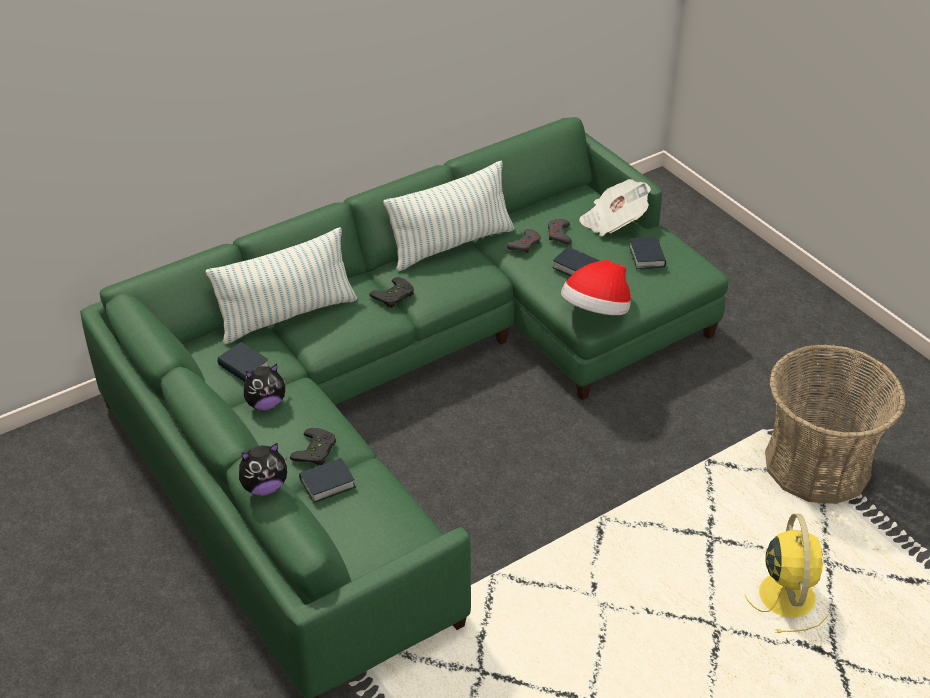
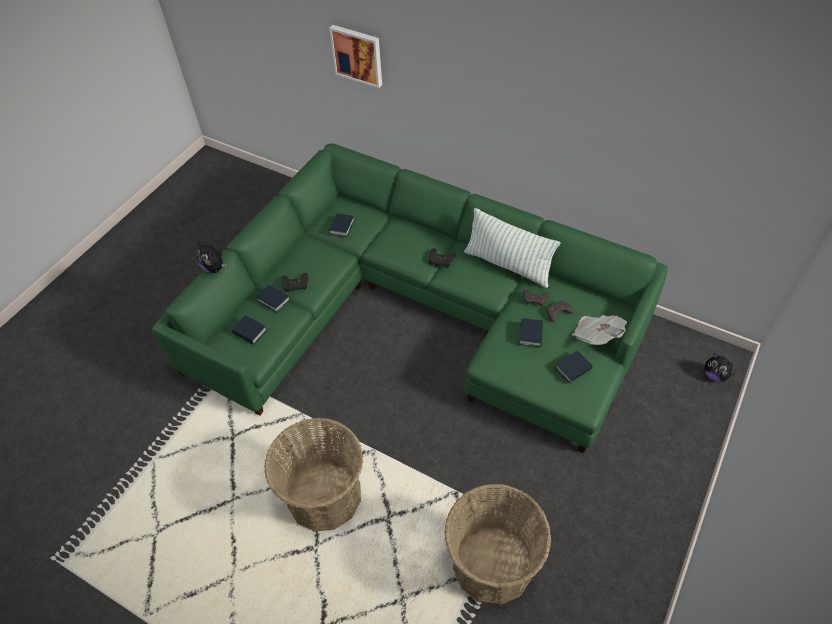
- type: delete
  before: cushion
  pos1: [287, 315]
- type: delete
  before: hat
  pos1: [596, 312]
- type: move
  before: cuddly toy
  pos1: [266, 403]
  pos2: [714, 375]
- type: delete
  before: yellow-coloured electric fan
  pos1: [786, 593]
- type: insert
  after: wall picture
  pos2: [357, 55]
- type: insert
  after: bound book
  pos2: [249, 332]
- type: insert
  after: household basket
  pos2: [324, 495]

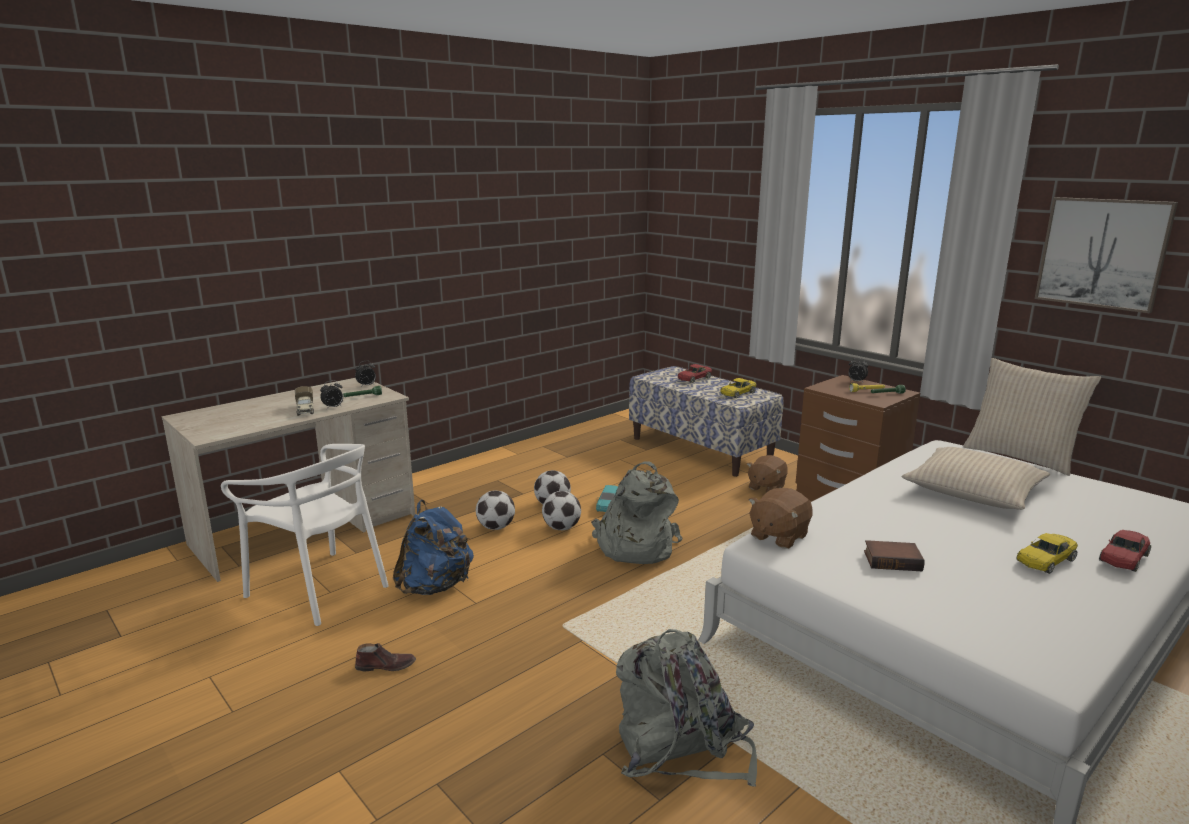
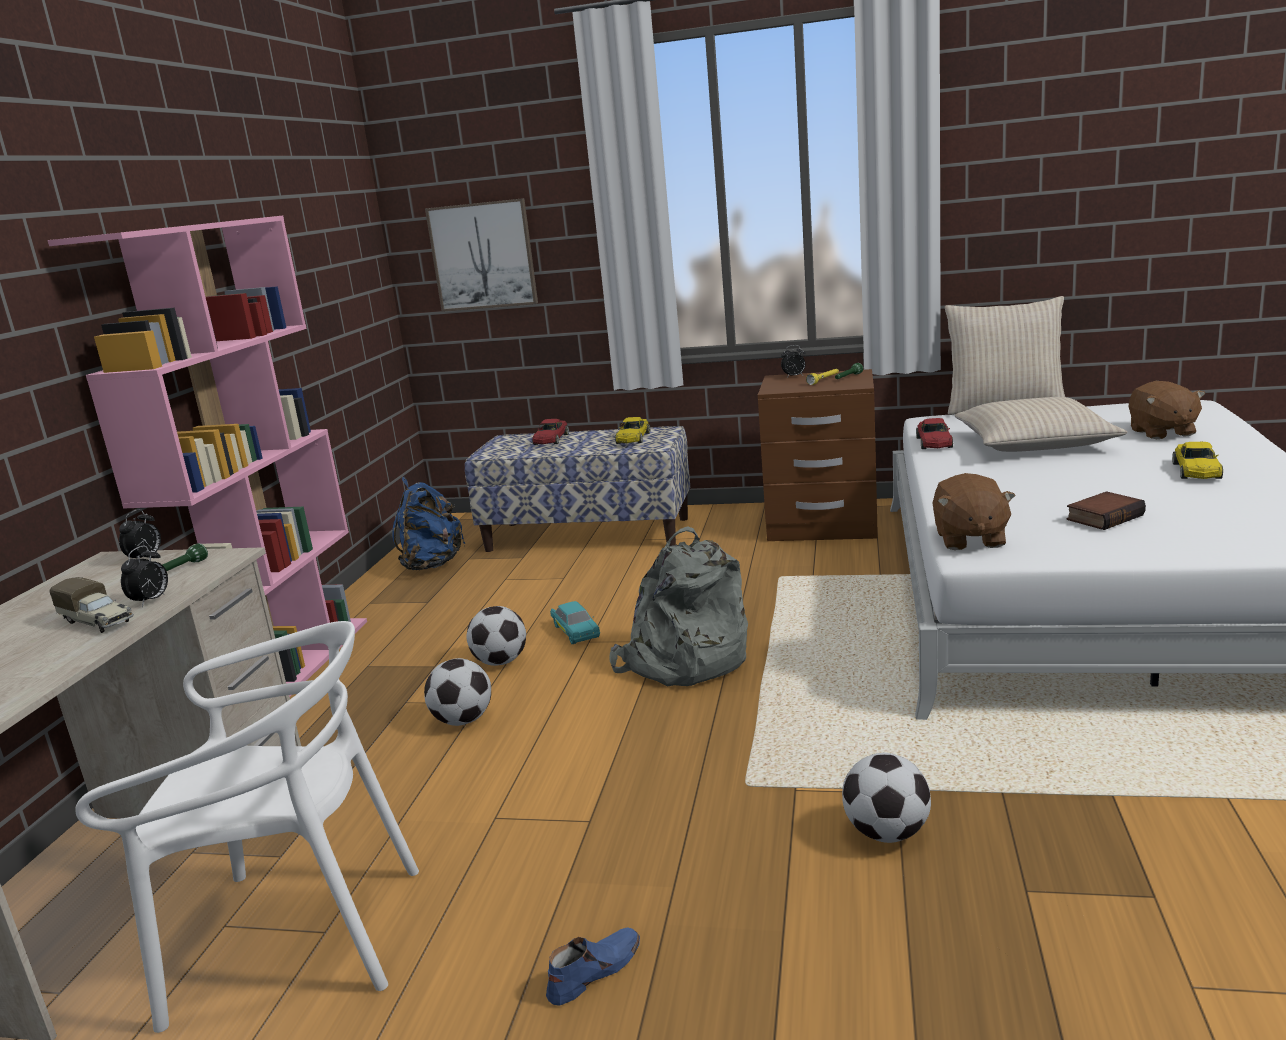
- type: move
  before: wall picture
  pos1: [1102, 253]
  pos2: [483, 255]
- type: move
  before: brown-coloured cuddly toy
  pos1: [766, 487]
  pos2: [1161, 432]
- type: move
  before: football ball
  pos1: [561, 528]
  pos2: [886, 833]
- type: move
  before: blue-coloured rucksack
  pos1: [435, 586]
  pos2: [432, 565]
- type: move
  before: red-coloured model car
  pos1: [1123, 557]
  pos2: [934, 442]
- type: delete
  before: grey rucksack
  pos1: [681, 746]
- type: recolor
  before: brown-coloured shoe
  after: blue-coloured shoe
  pos1: [386, 666]
  pos2: [594, 972]
- type: insert
  after: pinkish bookcase
  pos2: [285, 671]

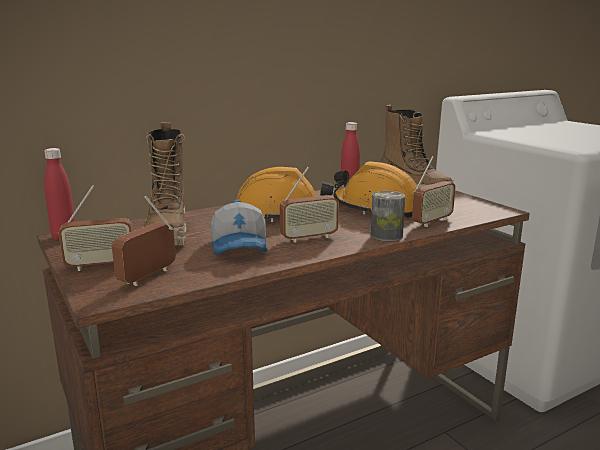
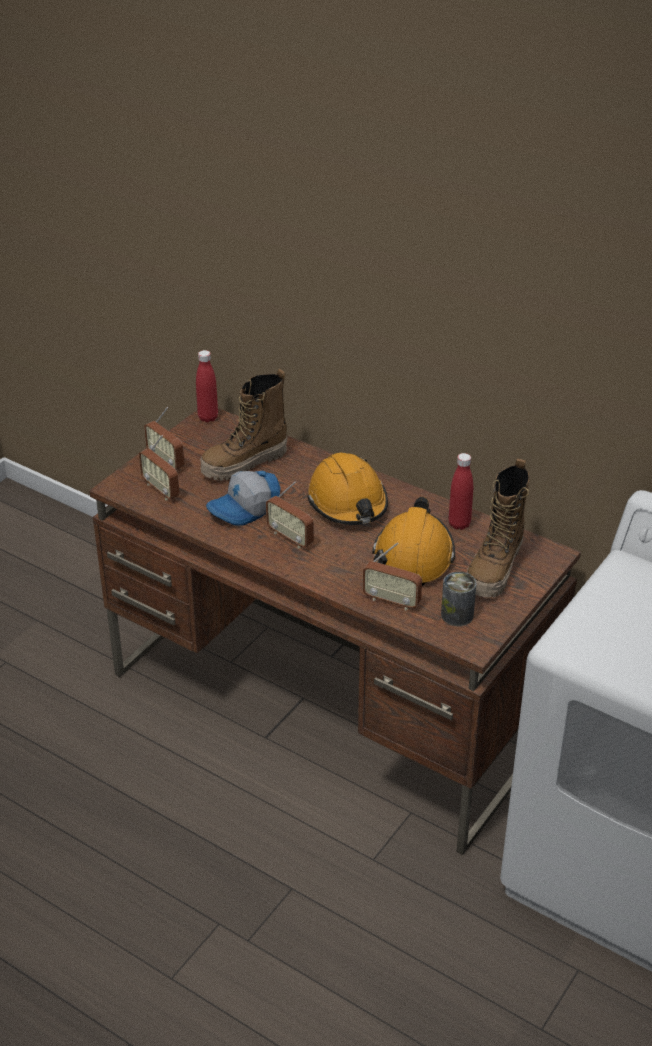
- type: move
  before: sealed can
  pos1: [386, 236]
  pos2: [457, 615]
- type: rotate
  before: radio
  pos1: [148, 276]
  pos2: [161, 490]
  turn: -135

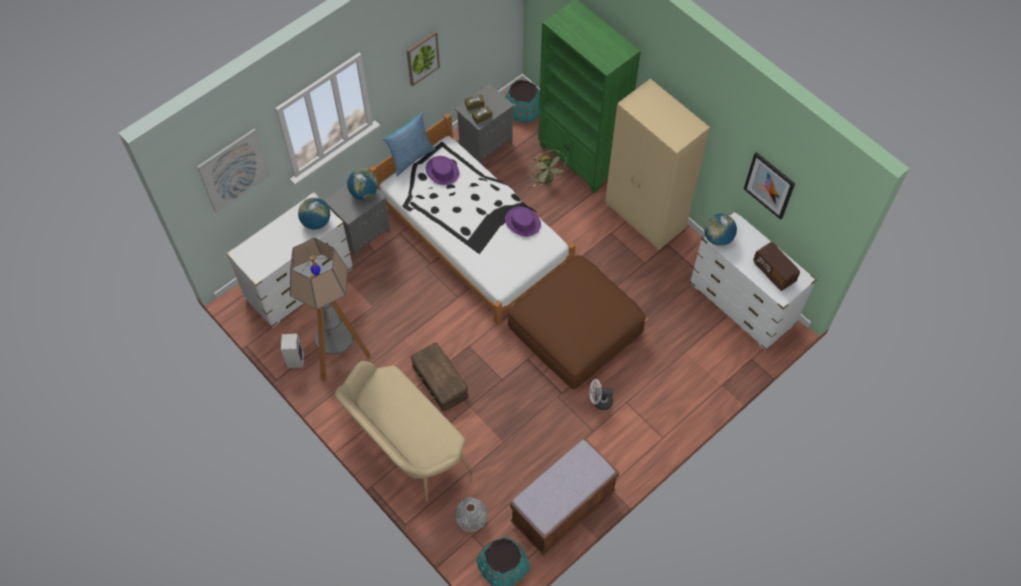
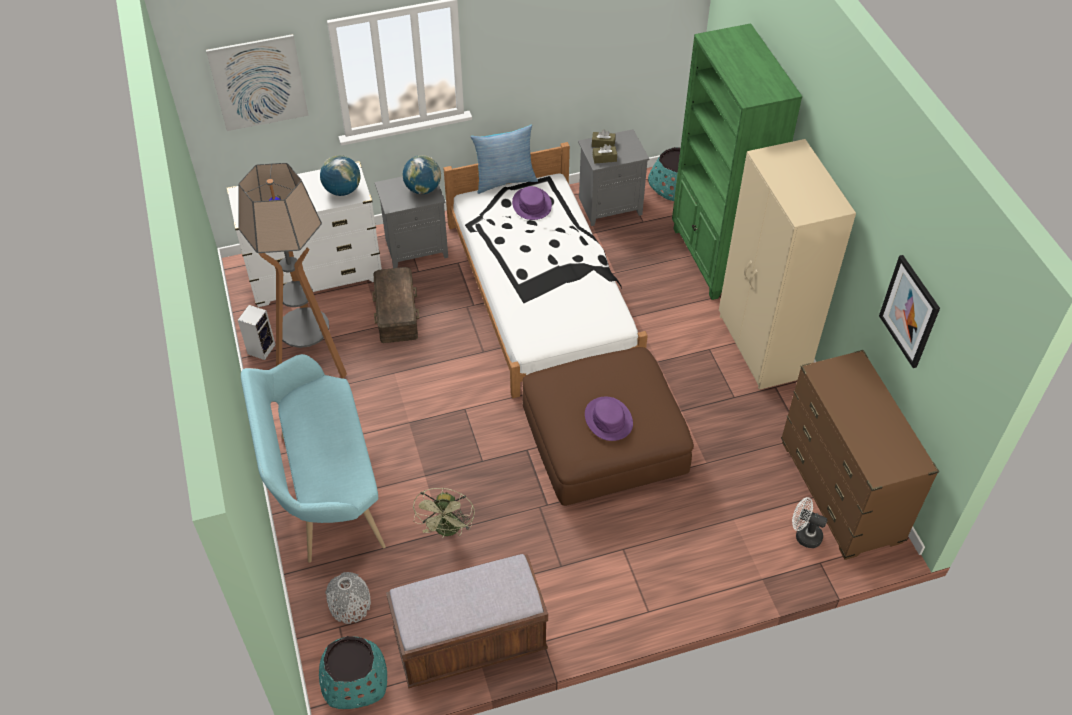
- type: delete
  before: wall picture
  pos1: [422, 58]
- type: move
  before: greenish electric fan
  pos1: [547, 180]
  pos2: [447, 530]
- type: move
  before: purple-coloured hat
  pos1: [523, 222]
  pos2: [608, 419]
- type: recolor
  before: whitish dresser
  after: brown-coloured dresser
  pos1: [742, 304]
  pos2: [840, 492]
- type: delete
  before: globe
  pos1: [718, 238]
- type: delete
  before: radio
  pos1: [774, 272]
- type: move
  before: brown-coloured storage bin
  pos1: [439, 381]
  pos2: [396, 312]
- type: recolor
  before: beige-coloured long seat
  after: turquoise-coloured long seat
  pos1: [405, 446]
  pos2: [323, 489]
- type: move
  before: whitish electric fan
  pos1: [599, 402]
  pos2: [804, 535]

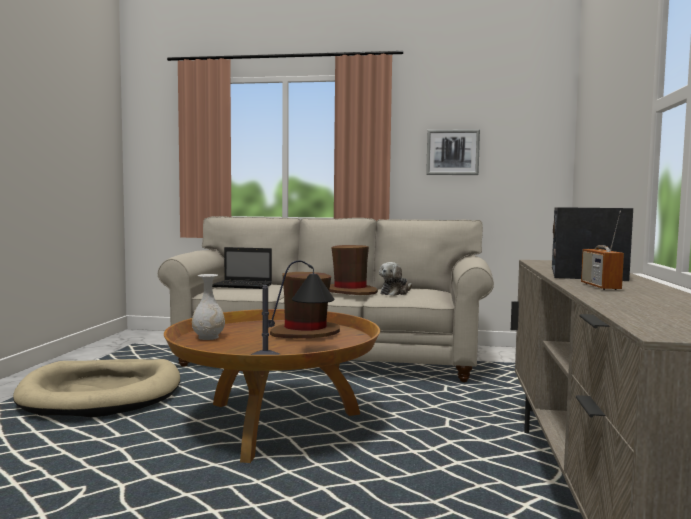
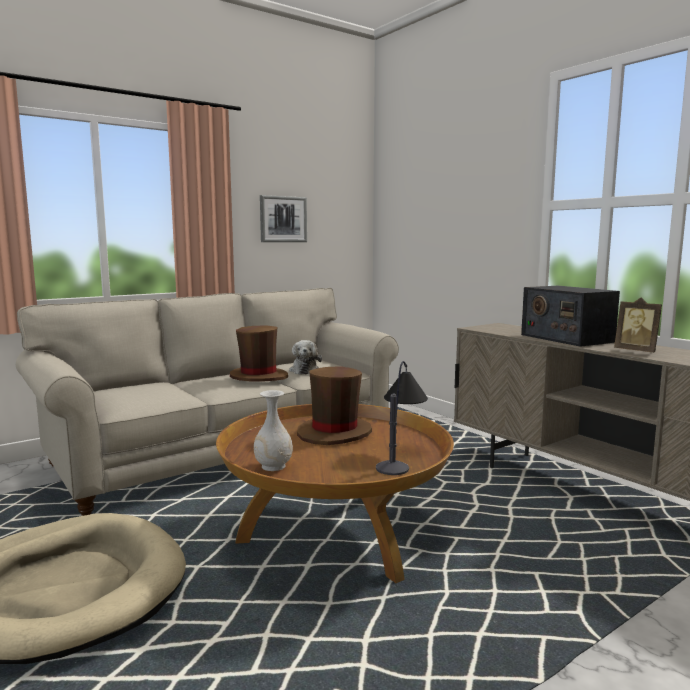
- type: replace
  before: radio
  after: photo frame
  pos1: [600, 286]
  pos2: [636, 351]
- type: delete
  before: notebook computer
  pos1: [243, 286]

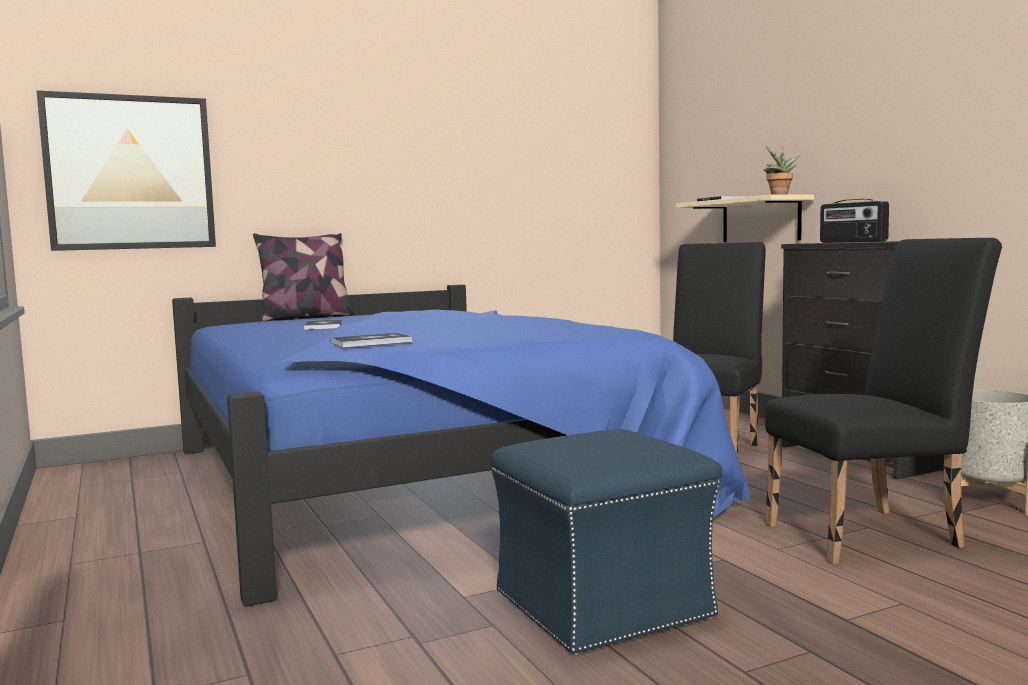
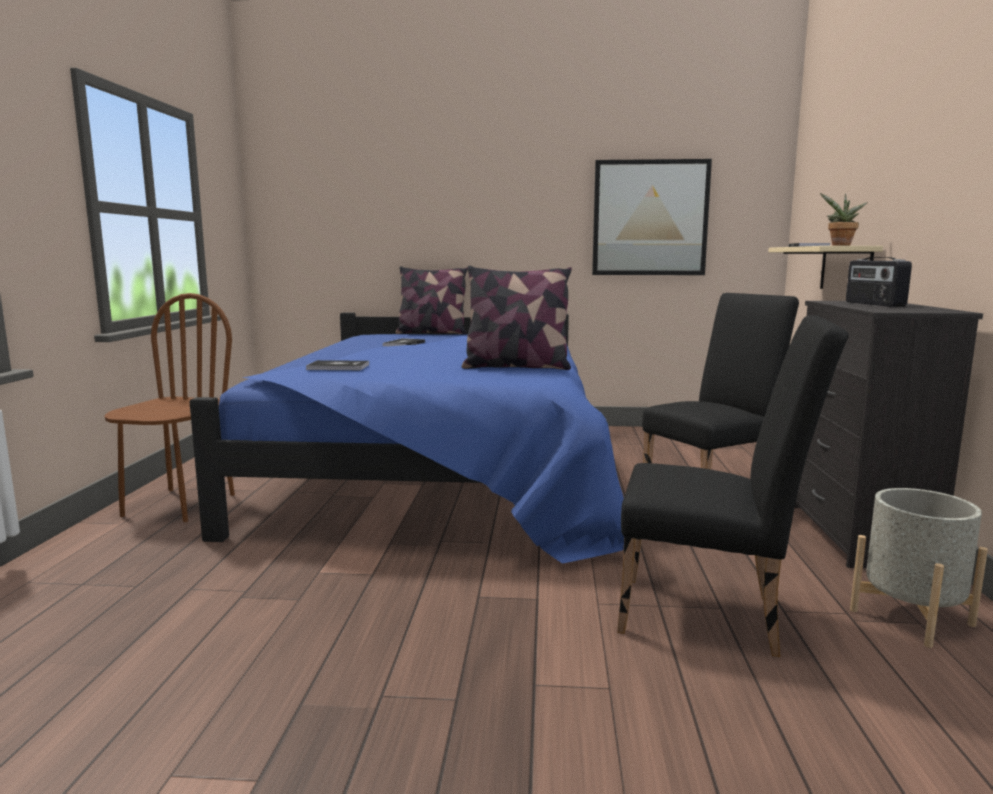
- type: move
  before: wall picture
  pos1: [130, 173]
  pos2: [650, 218]
- type: delete
  before: blue-coloured footrest
  pos1: [604, 604]
- type: insert
  after: cushion
  pos2: [516, 367]
- type: insert
  after: brown-coloured chair
  pos2: [179, 505]

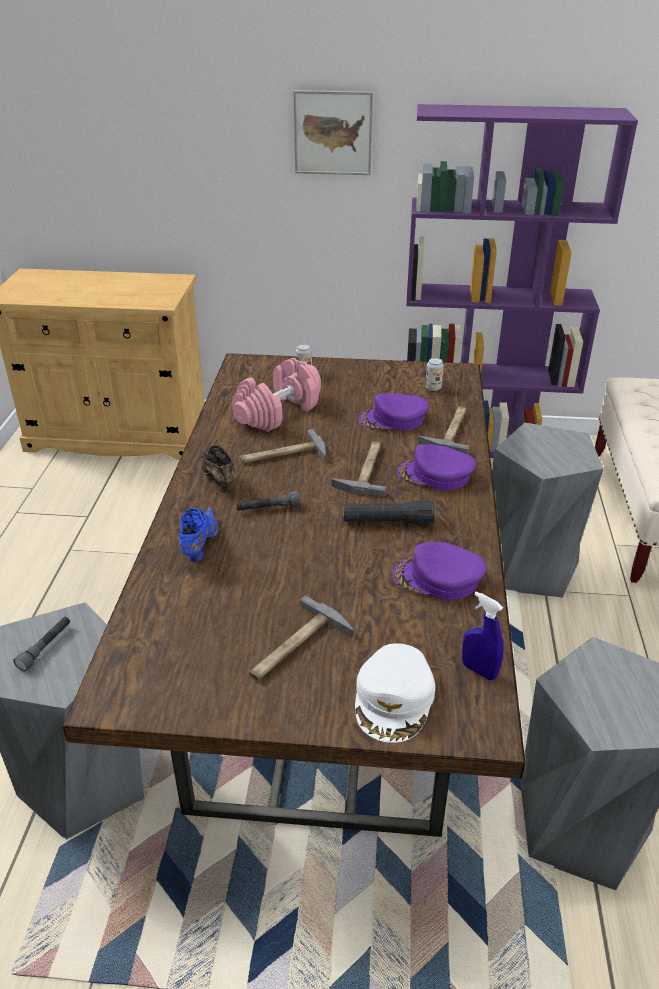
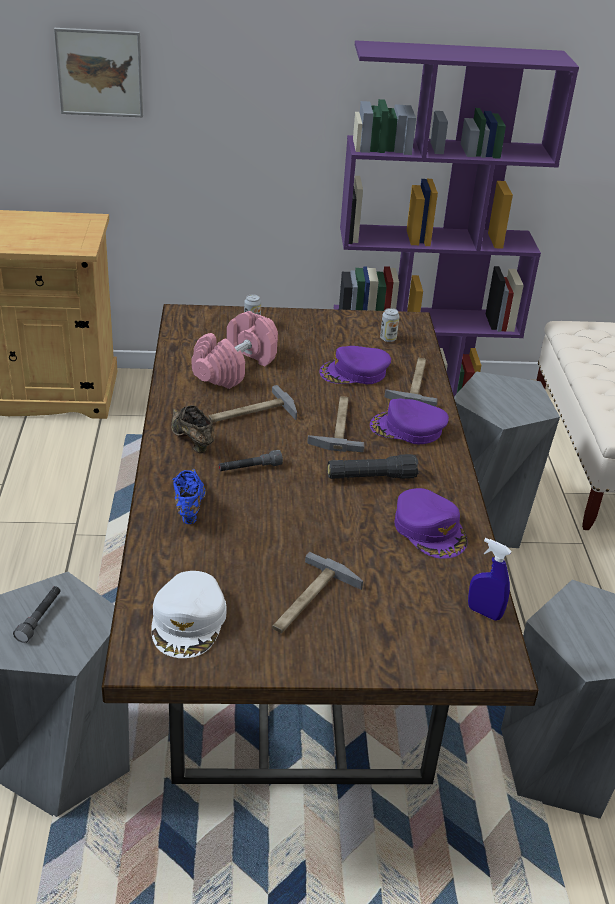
- type: move
  before: wall picture
  pos1: [333, 133]
  pos2: [100, 73]
- type: rotate
  before: purple-coloured baseball cap
  pos1: [438, 578]
  pos2: [430, 530]
  turn: -120
- type: move
  before: whitish baseball cap
  pos1: [394, 699]
  pos2: [189, 621]

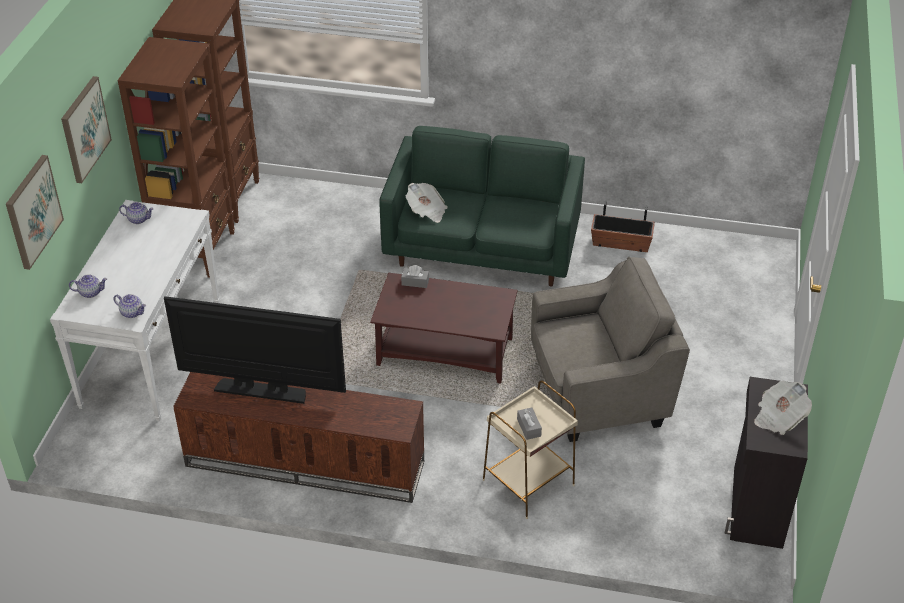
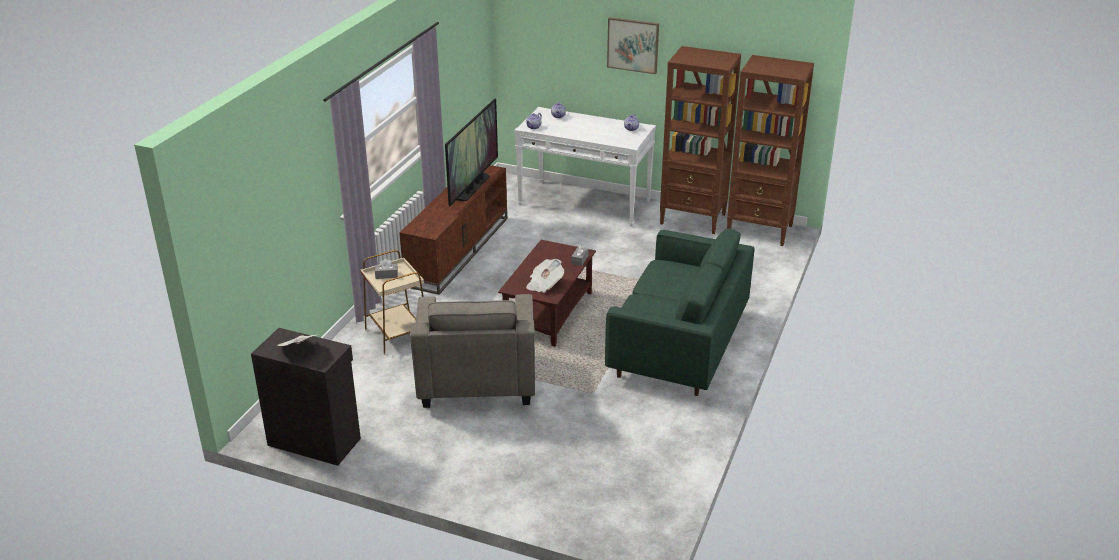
- type: delete
  before: wall picture
  pos1: [33, 211]
- type: move
  before: printed paper
  pos1: [427, 211]
  pos2: [544, 284]
- type: delete
  before: plant pot
  pos1: [621, 243]

